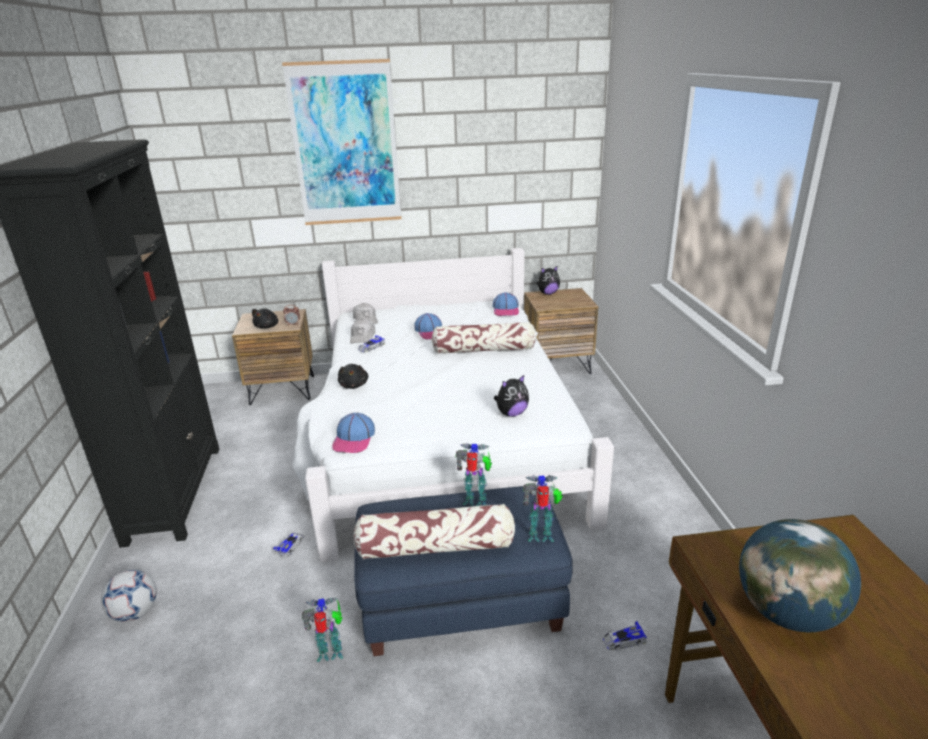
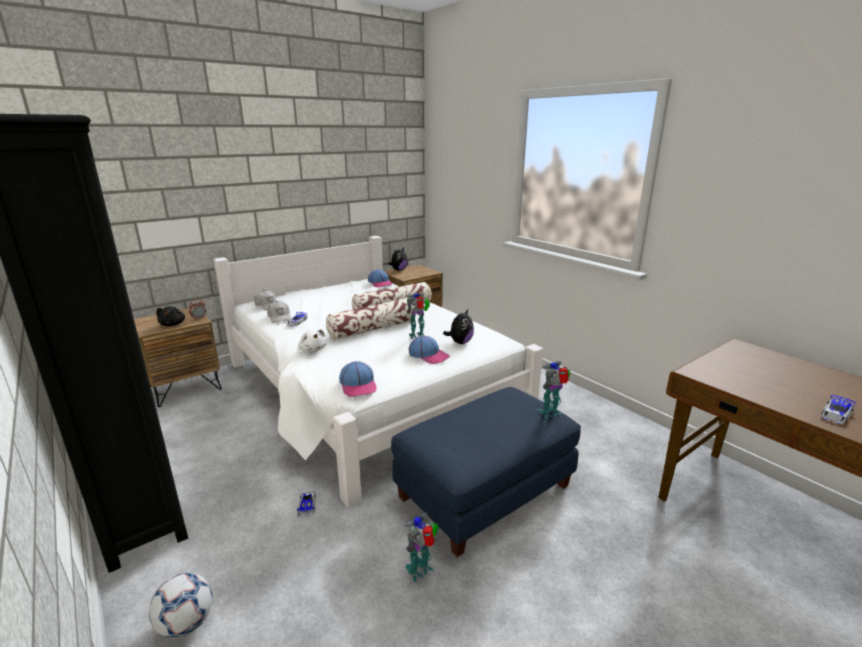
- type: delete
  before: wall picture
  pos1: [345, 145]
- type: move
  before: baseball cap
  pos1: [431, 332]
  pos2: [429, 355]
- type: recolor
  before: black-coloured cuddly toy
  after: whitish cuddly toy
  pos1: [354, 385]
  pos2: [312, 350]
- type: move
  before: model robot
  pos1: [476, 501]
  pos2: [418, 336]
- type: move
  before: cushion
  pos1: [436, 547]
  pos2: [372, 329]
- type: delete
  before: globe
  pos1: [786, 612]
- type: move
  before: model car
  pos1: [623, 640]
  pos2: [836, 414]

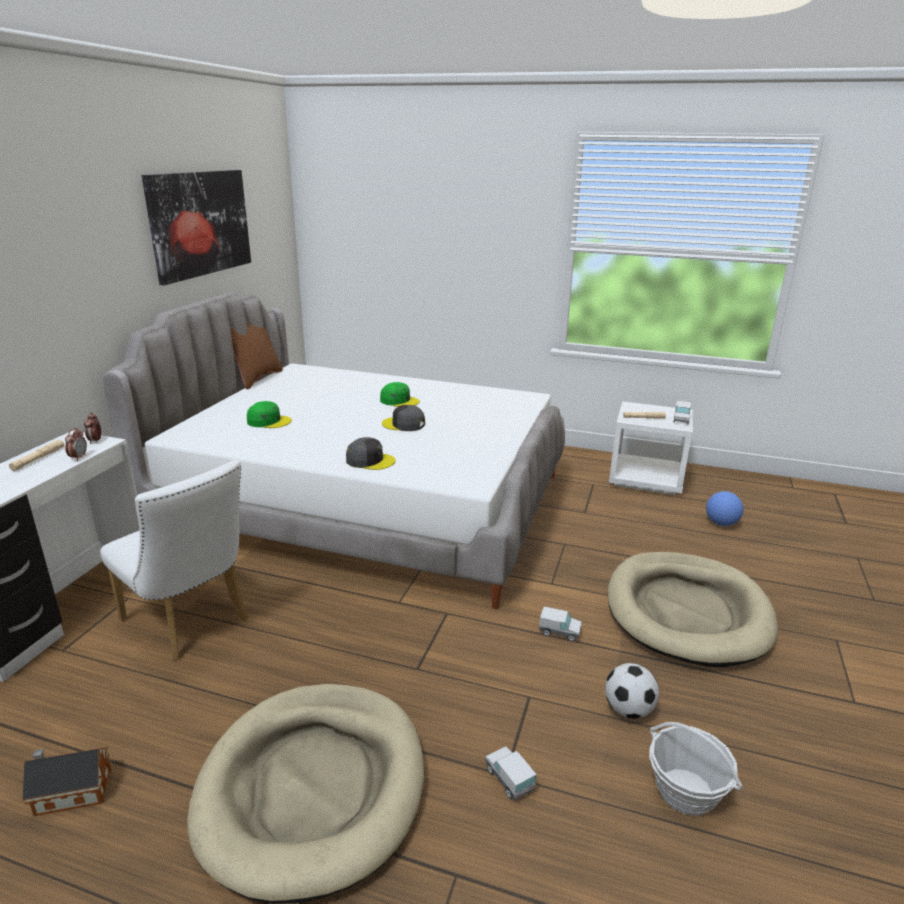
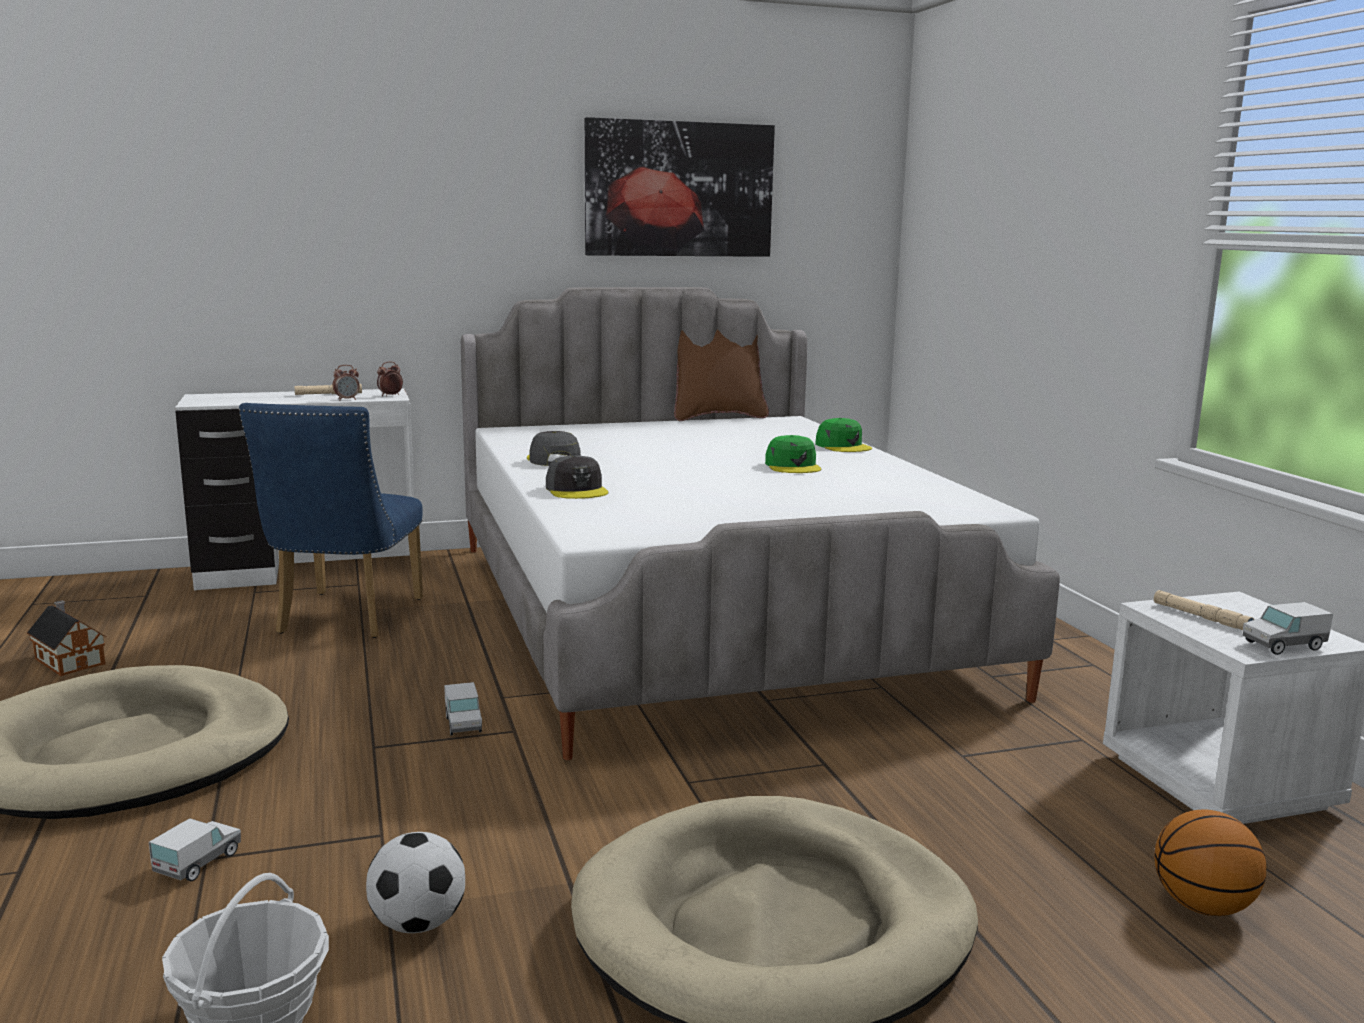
- type: move
  before: greenish baseball cap
  pos1: [269, 421]
  pos2: [843, 446]
- type: move
  before: grey baseball cap
  pos1: [404, 424]
  pos2: [553, 459]
- type: recolor
  before: whitish chair
  after: blue-coloured chair
  pos1: [190, 623]
  pos2: [343, 619]
- type: replace
  before: football ball
  after: ball for basketball
  pos1: [721, 523]
  pos2: [1203, 907]
- type: move
  before: toy truck
  pos1: [559, 632]
  pos2: [463, 724]

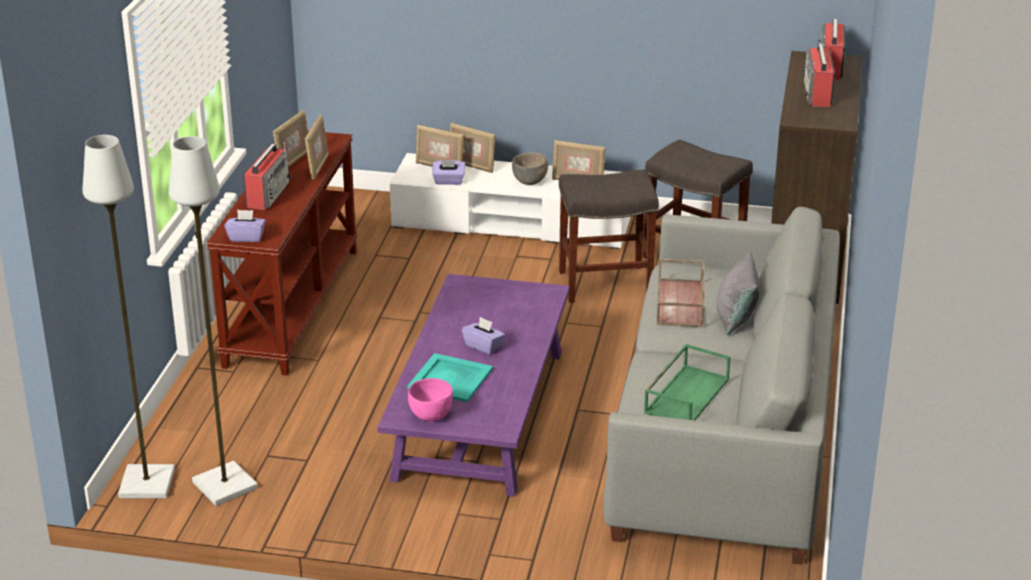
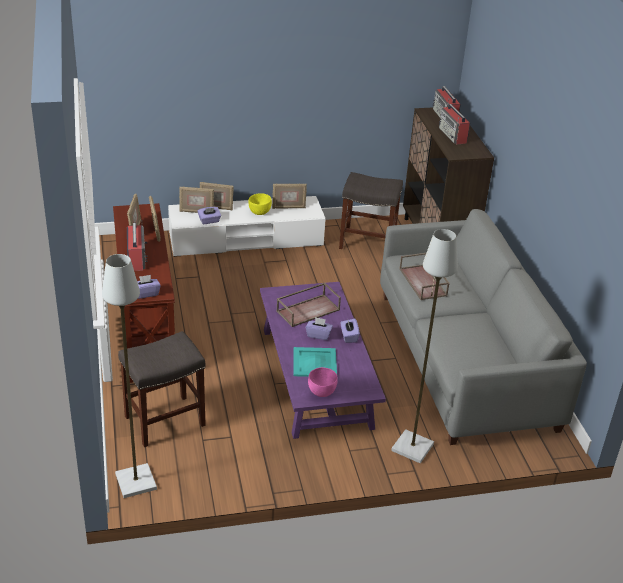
- type: move
  before: grey standard lamp
  pos1: [223, 485]
  pos2: [411, 448]
- type: recolor
  before: grey bowl
  after: yellow-coloured bowl
  pos1: [530, 182]
  pos2: [260, 212]
- type: move
  before: grey sitting stool
  pos1: [604, 284]
  pos2: [164, 421]
- type: delete
  before: grey cushion
  pos1: [736, 318]
- type: delete
  before: greenish tray
  pos1: [686, 395]
- type: insert
  after: brown-coloured tray
  pos2: [308, 310]
- type: insert
  after: purple-coloured box of tissues
  pos2: [349, 336]

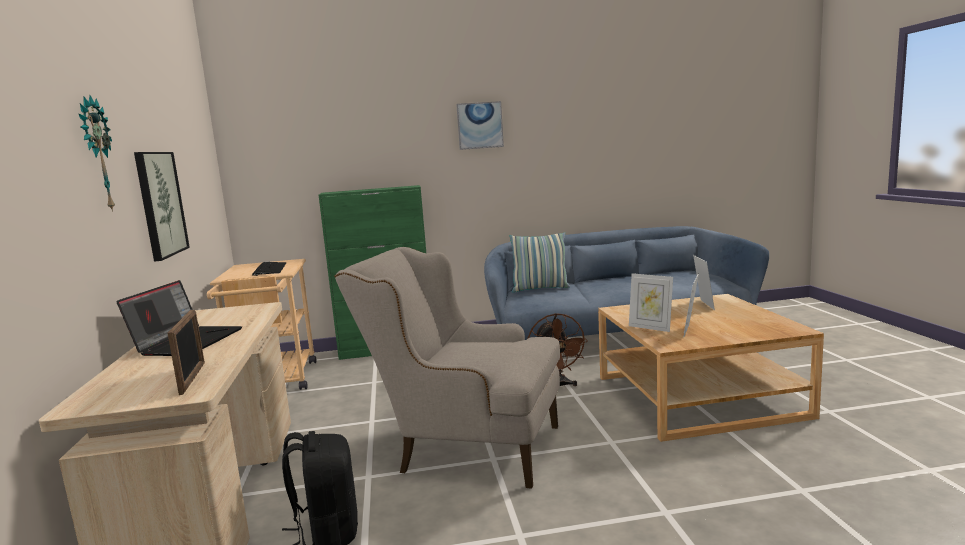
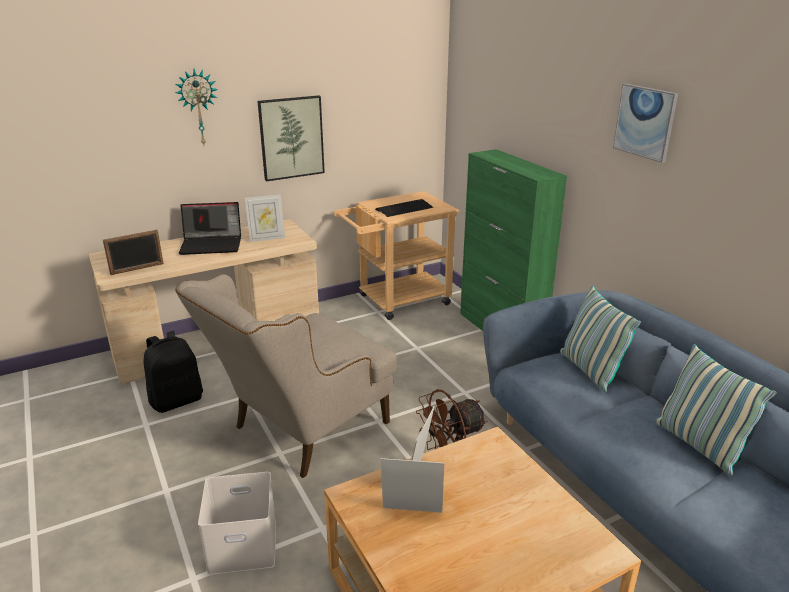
- type: rotate
  before: beige-coloured armchair
  pos1: [465, 446]
  pos2: [300, 432]
  turn: -135
- type: move
  before: photo frame
  pos1: [703, 305]
  pos2: [267, 238]
- type: insert
  after: cushion
  pos2: [698, 444]
- type: insert
  after: whitish storage bin
  pos2: [244, 544]

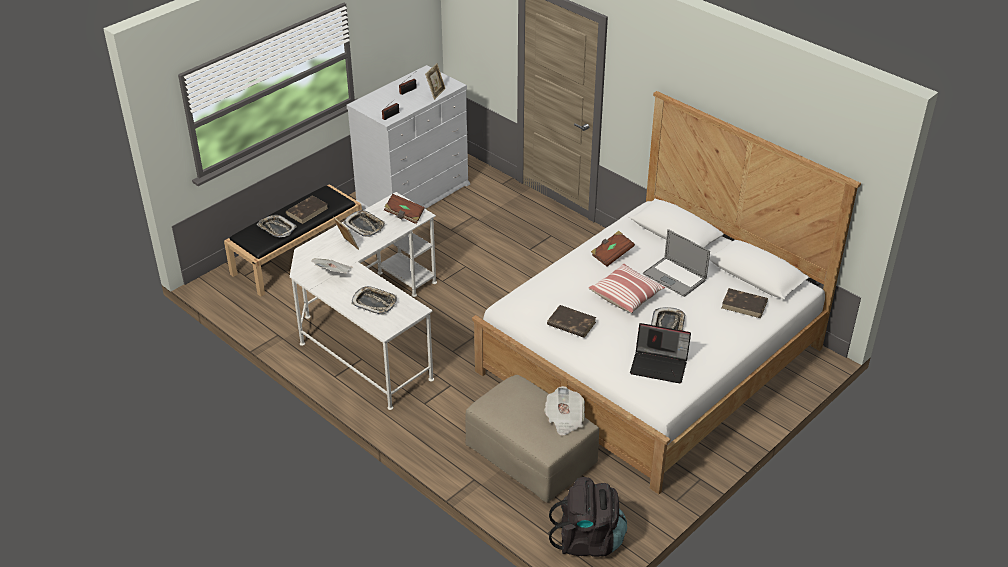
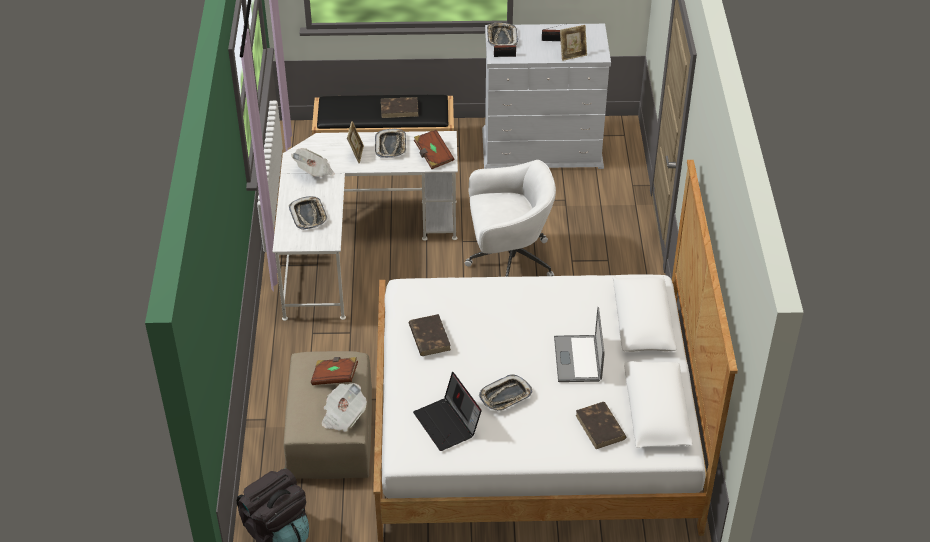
- type: move
  before: tray
  pos1: [276, 229]
  pos2: [501, 38]
- type: move
  before: brown-coloured bound book
  pos1: [611, 255]
  pos2: [335, 377]
- type: delete
  before: cushion
  pos1: [626, 296]
- type: insert
  after: whitish desk chair
  pos2: [508, 262]

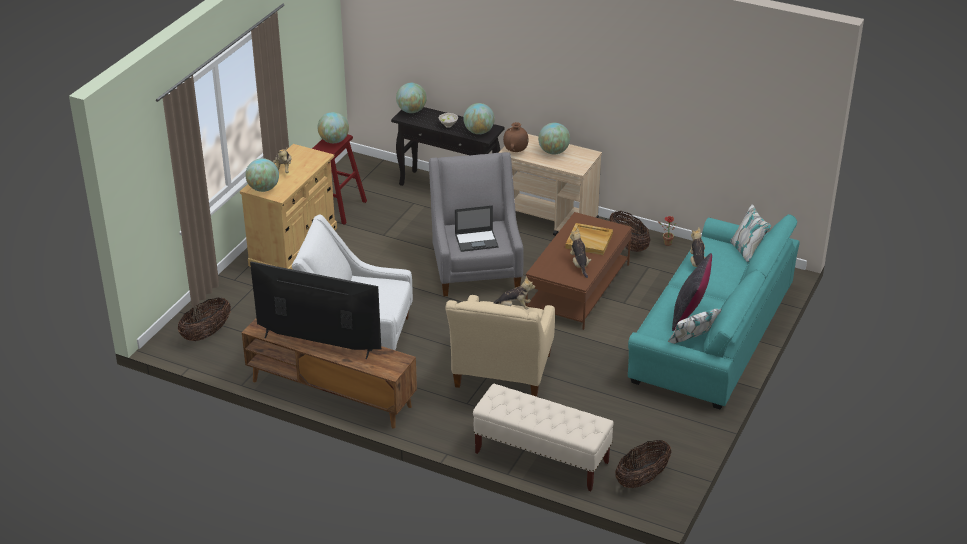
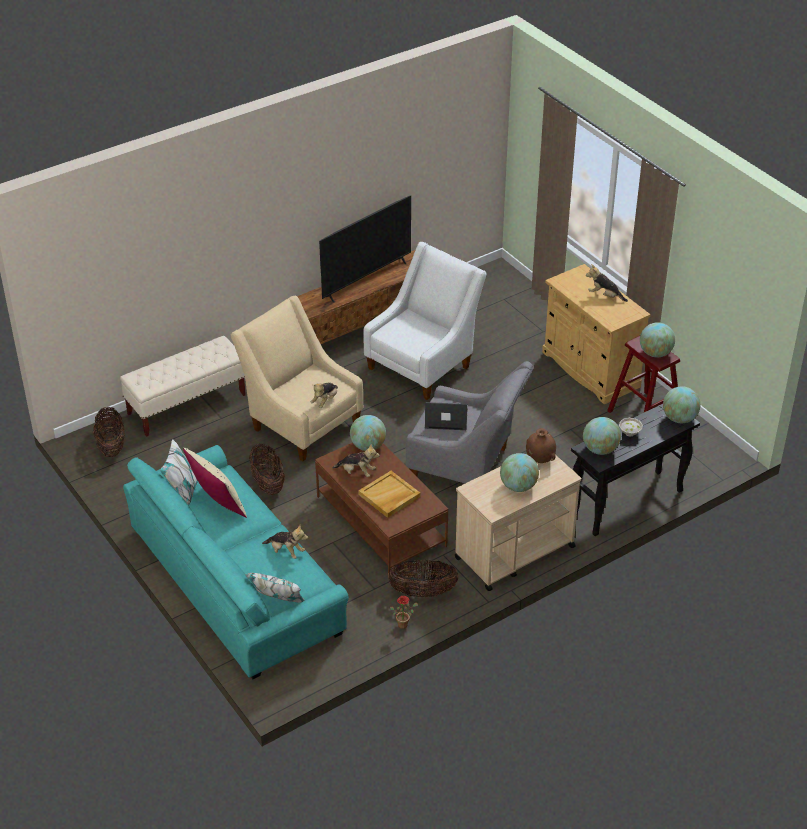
- type: move
  before: globe
  pos1: [263, 189]
  pos2: [368, 446]
- type: rotate
  before: notebook computer
  pos1: [477, 240]
  pos2: [445, 418]
  turn: 75
- type: recolor
  before: black-coloured cushion
  after: beige-coloured cushion
  pos1: [689, 314]
  pos2: [217, 504]
- type: move
  before: household basket
  pos1: [206, 333]
  pos2: [268, 483]

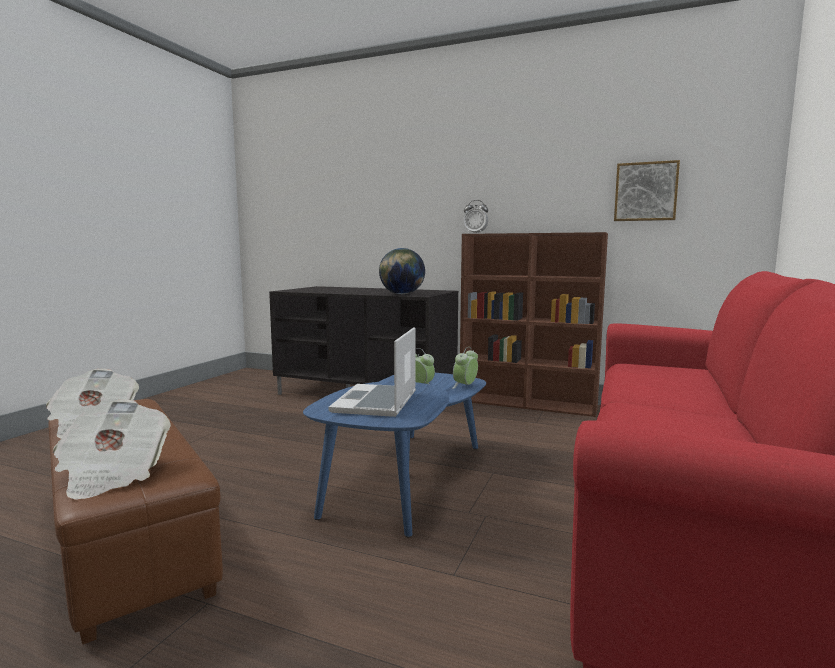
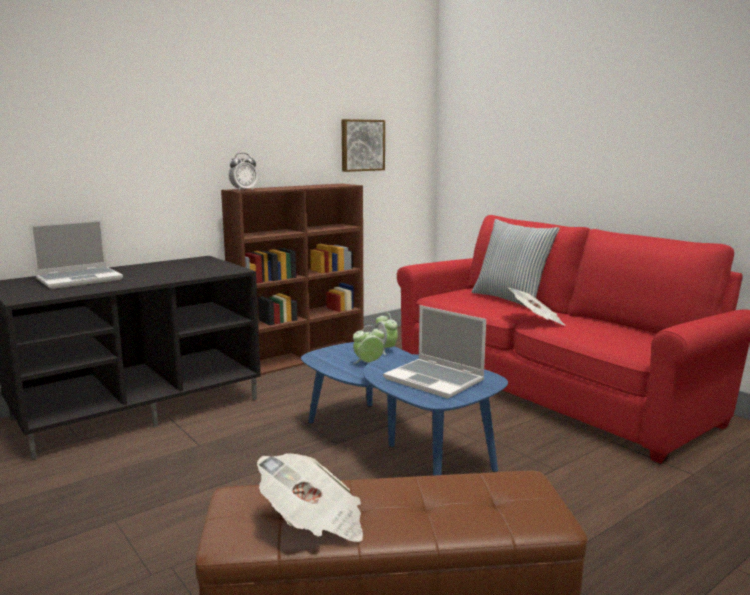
- type: delete
  before: globe
  pos1: [402, 294]
- type: move
  before: printed paper
  pos1: [113, 474]
  pos2: [536, 321]
- type: insert
  after: notebook computer
  pos2: [80, 279]
- type: insert
  after: cushion
  pos2: [511, 299]

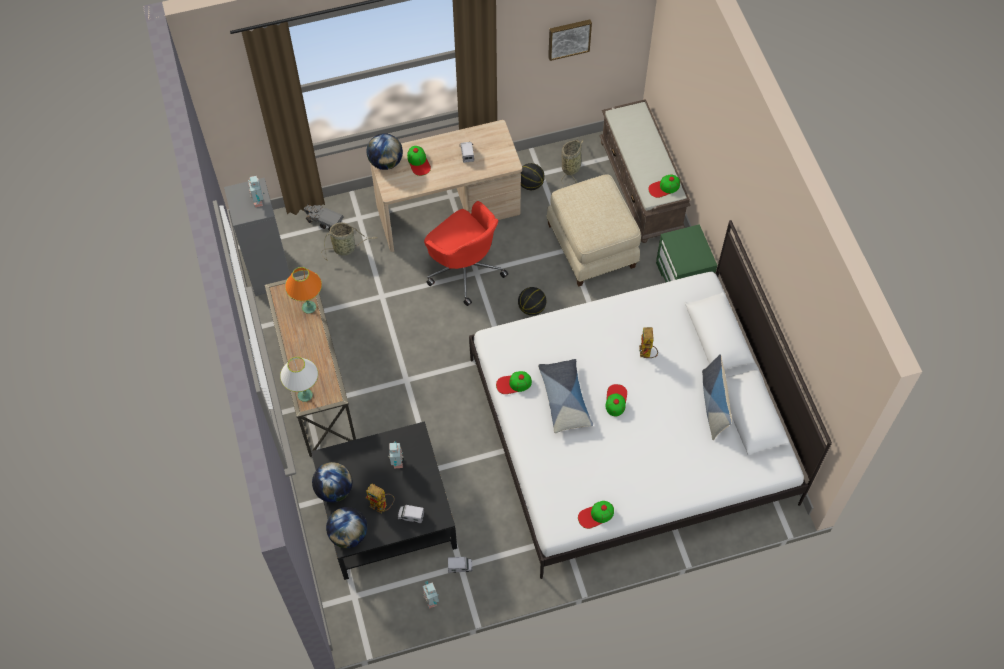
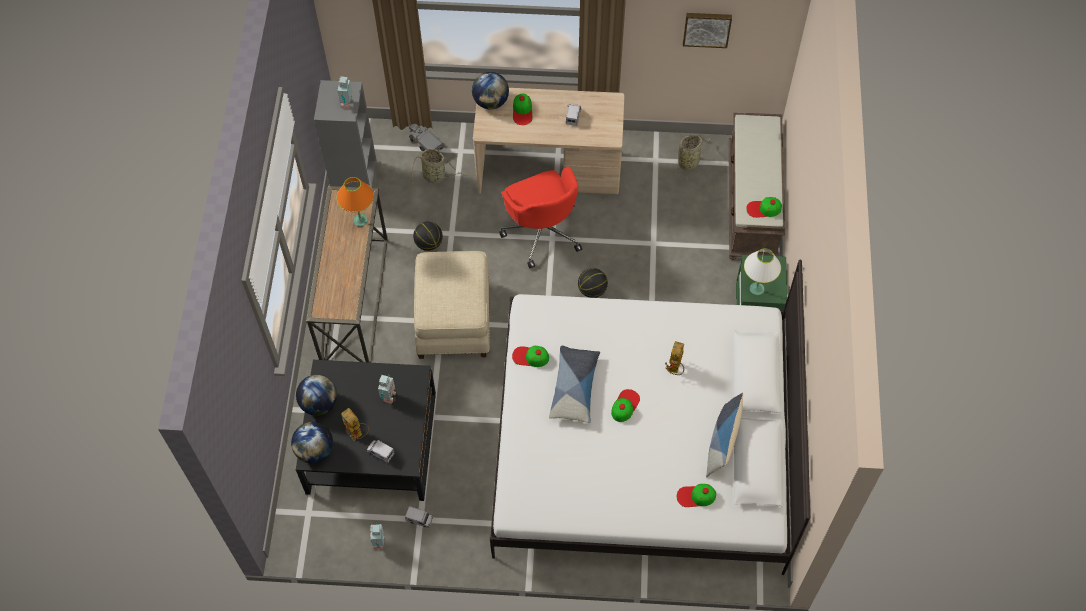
- type: move
  before: ball for basketball
  pos1: [530, 184]
  pos2: [429, 243]
- type: move
  before: beige-coloured footrest
  pos1: [592, 245]
  pos2: [454, 320]
- type: move
  before: whitish table lamp
  pos1: [304, 395]
  pos2: [756, 289]
- type: move
  before: baseball cap
  pos1: [596, 515]
  pos2: [696, 496]

